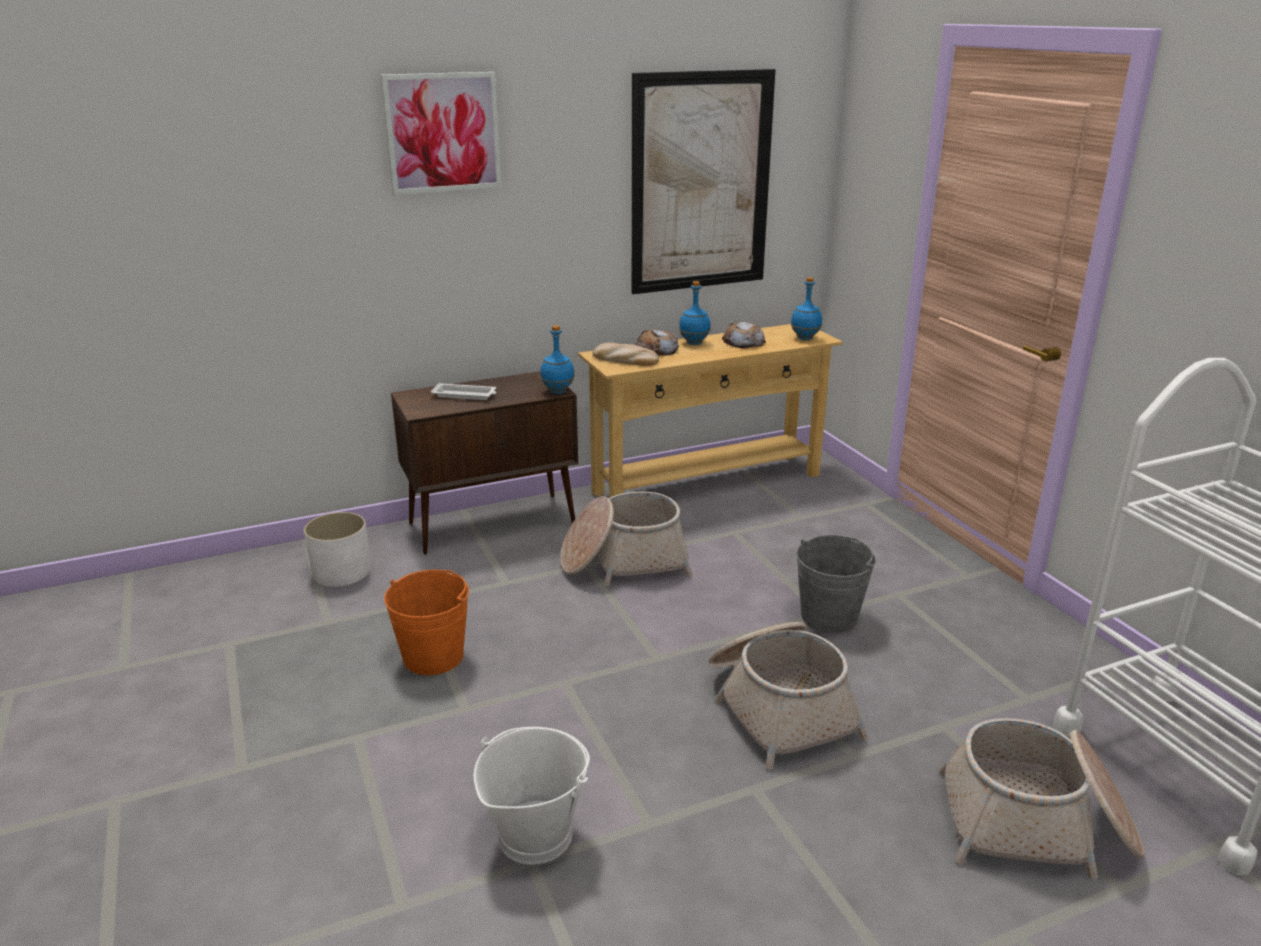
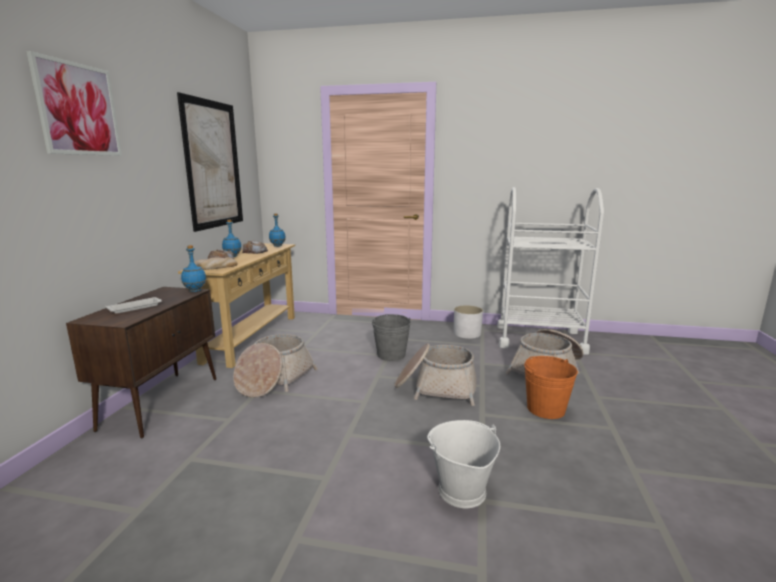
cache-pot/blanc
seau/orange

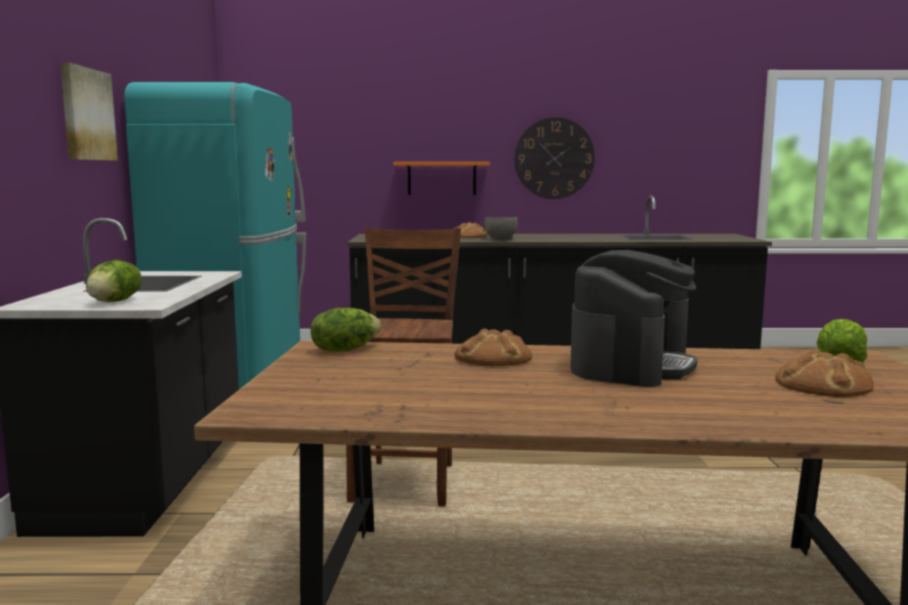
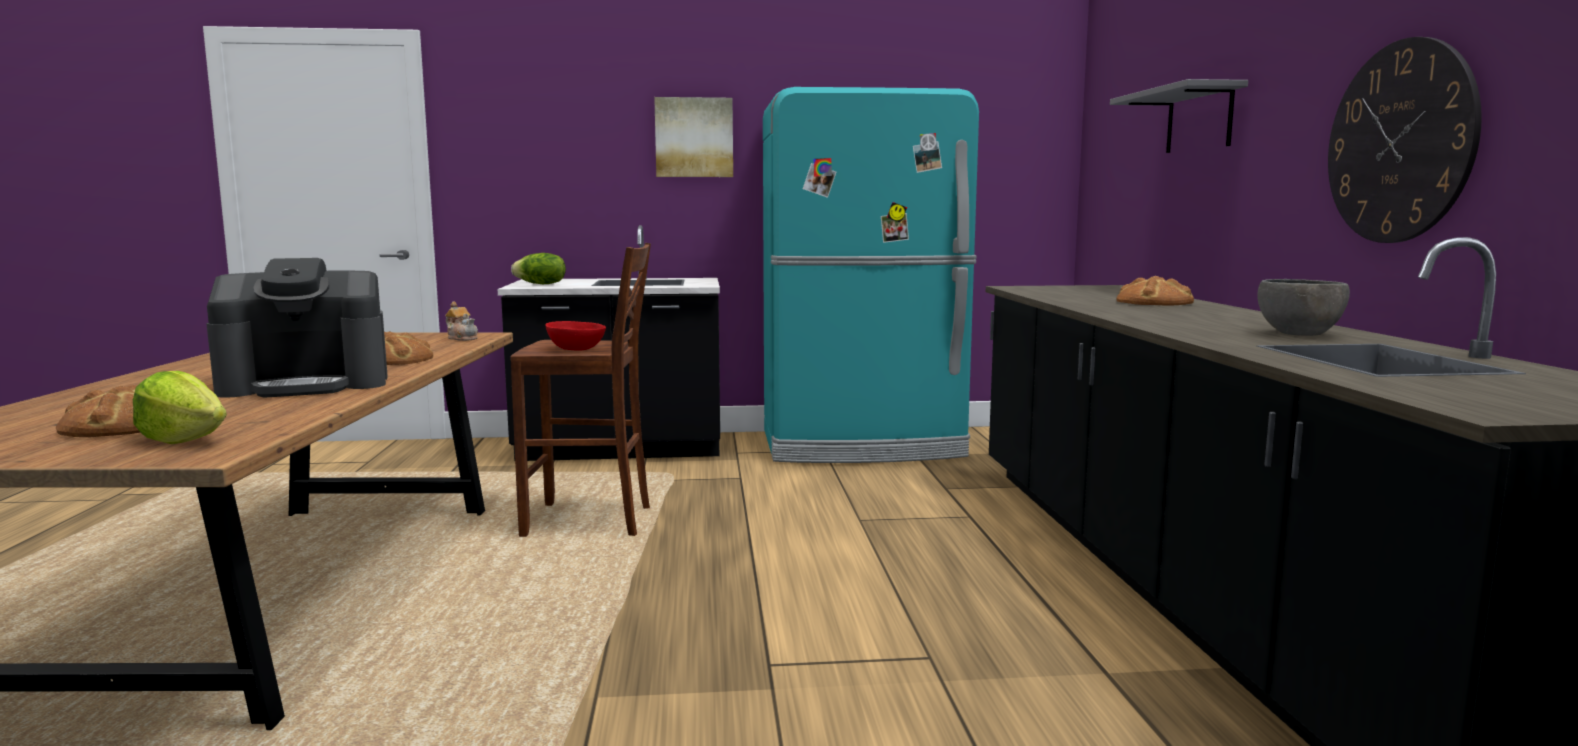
étagère/orange
bol/rouge
étagère/gris
bol/gris
théière
machine à café

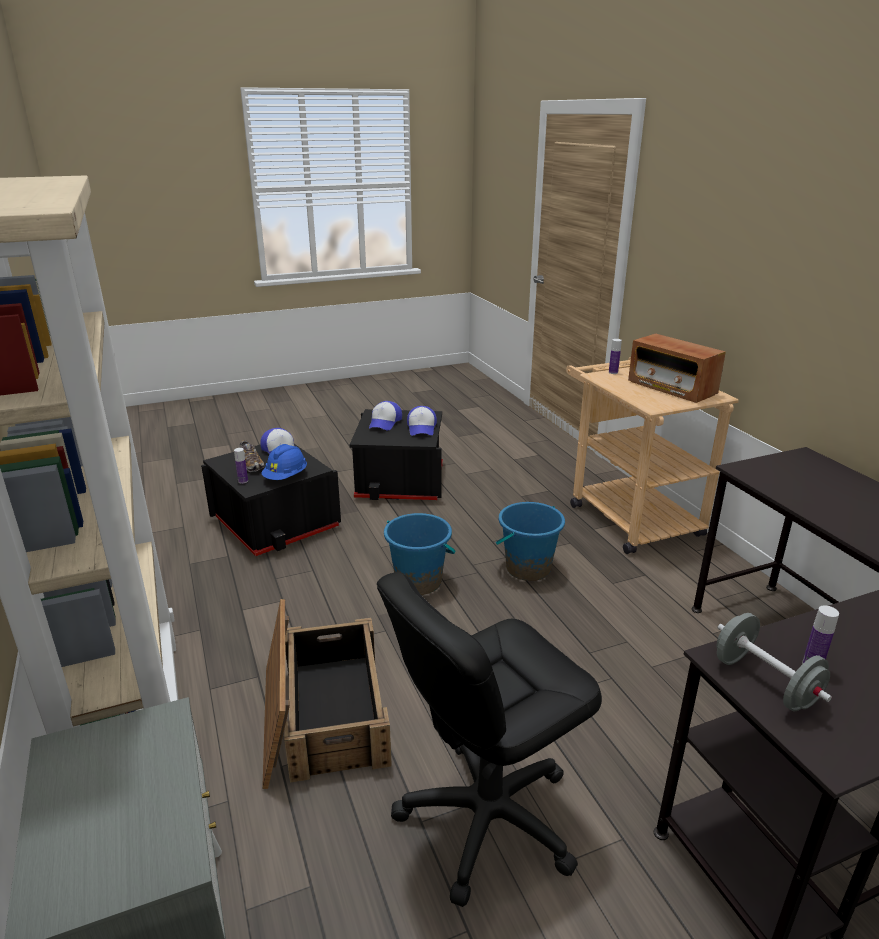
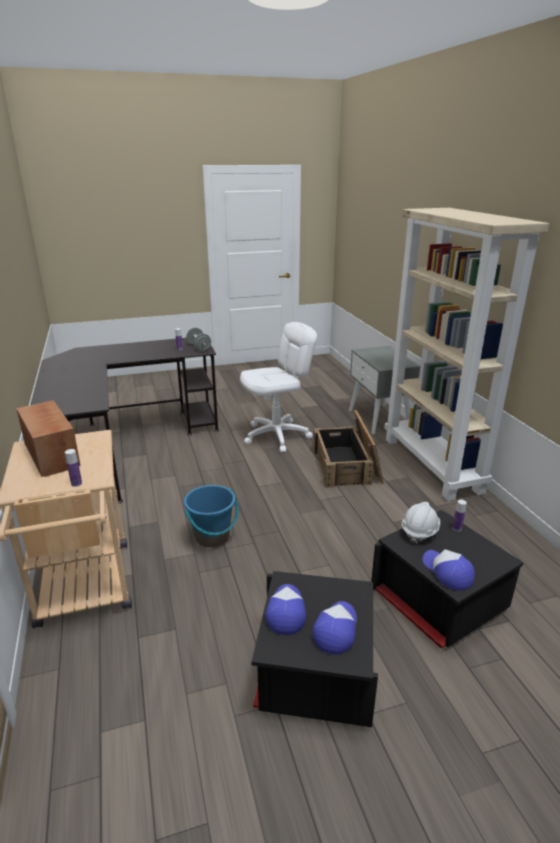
chaussure
seau/bleu (1st from left in the first image)
casque de chantier/blanc
chaise de bureau/blanc

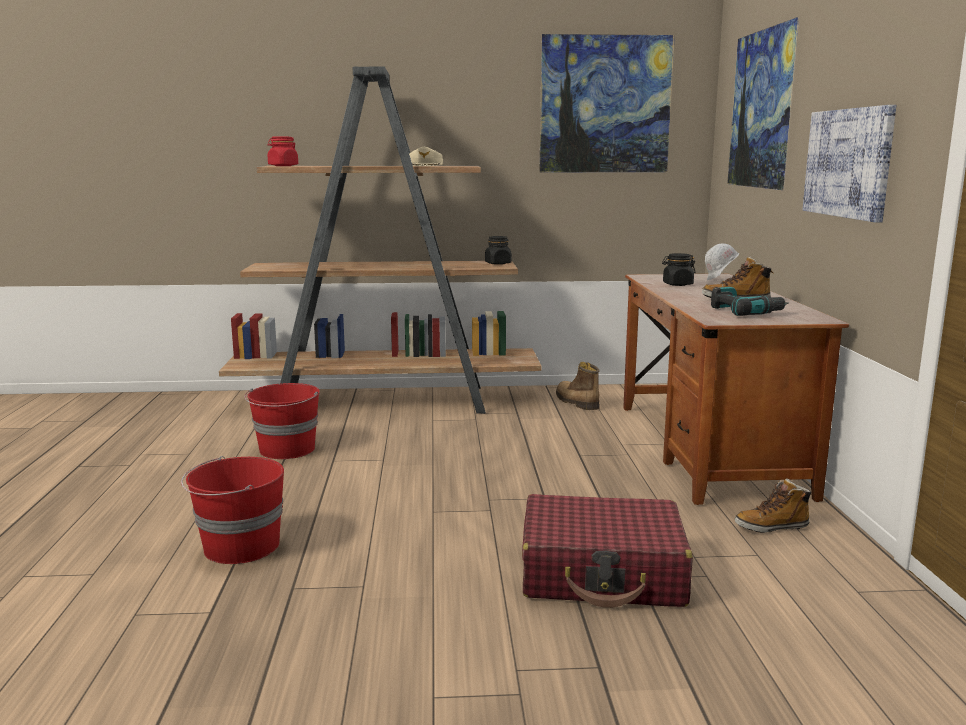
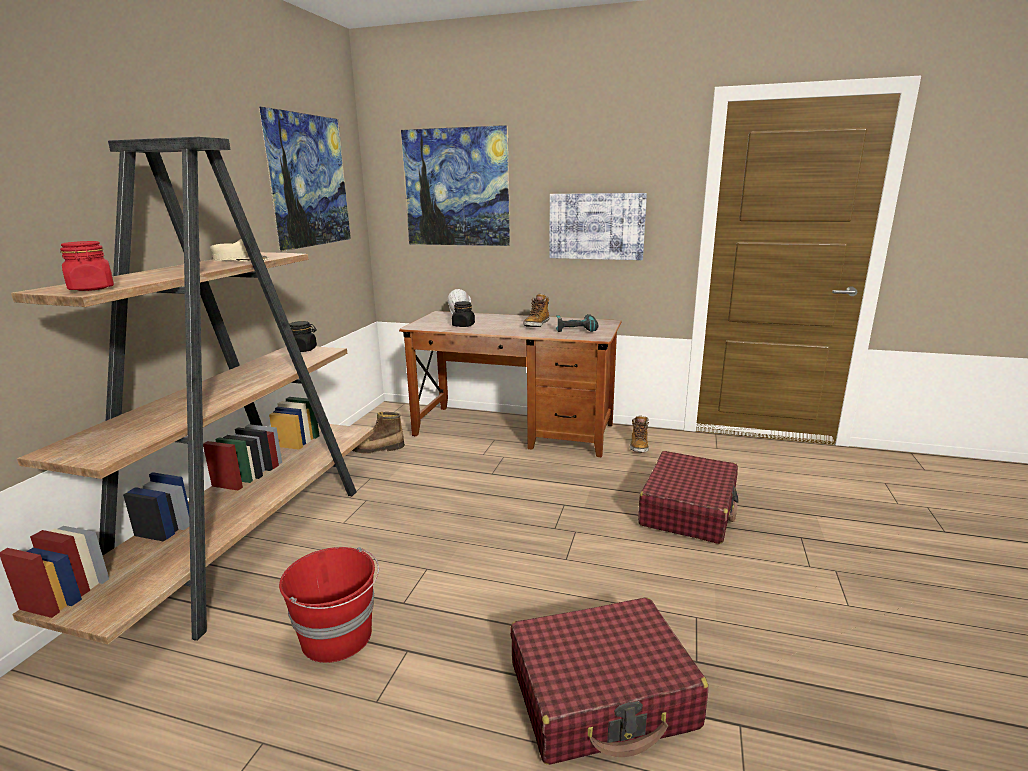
valise/rouge (1st from left)

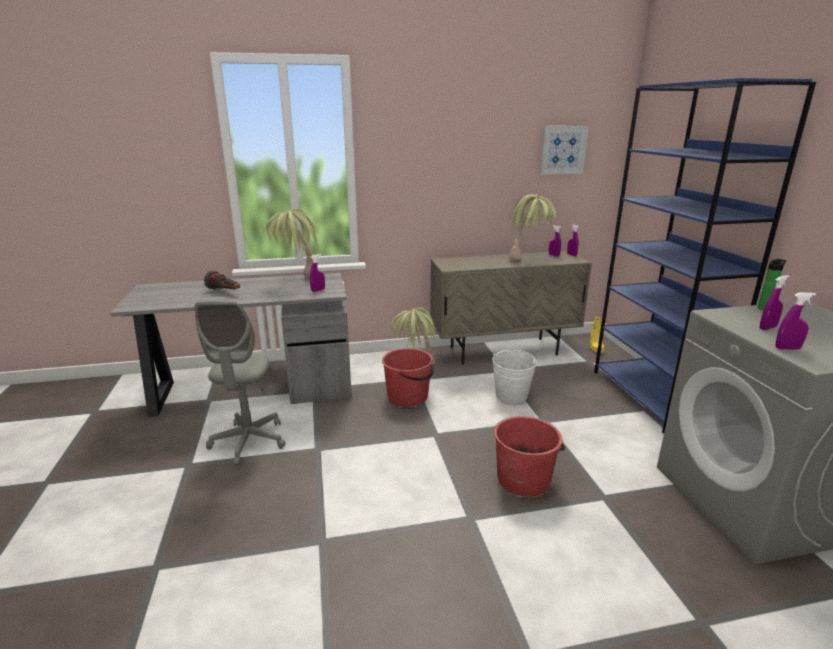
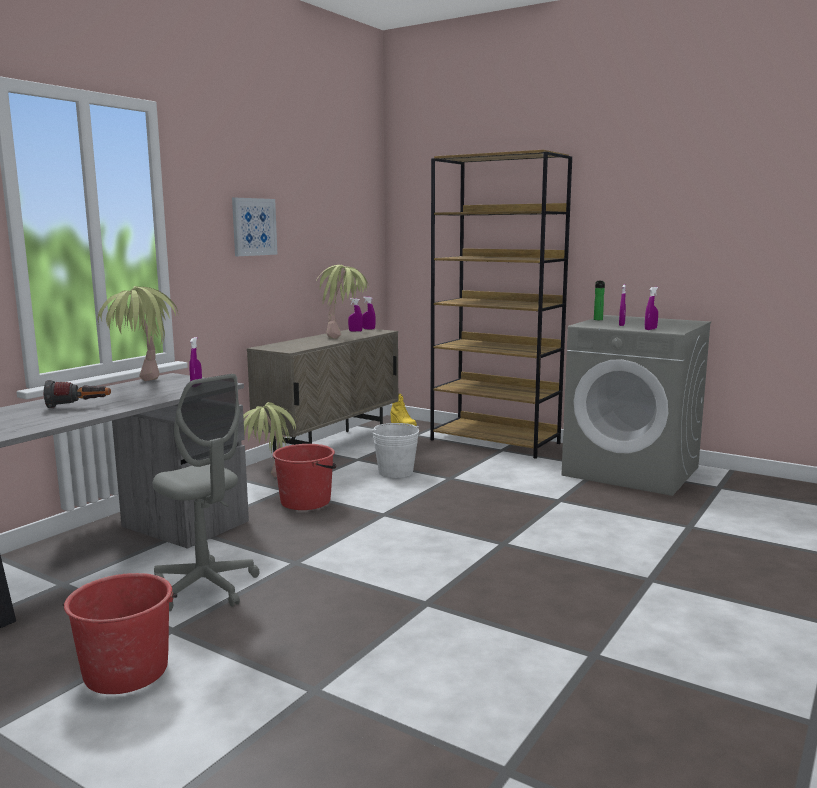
seau/rouge (1st from left)
tableau
bibliothèque/marron

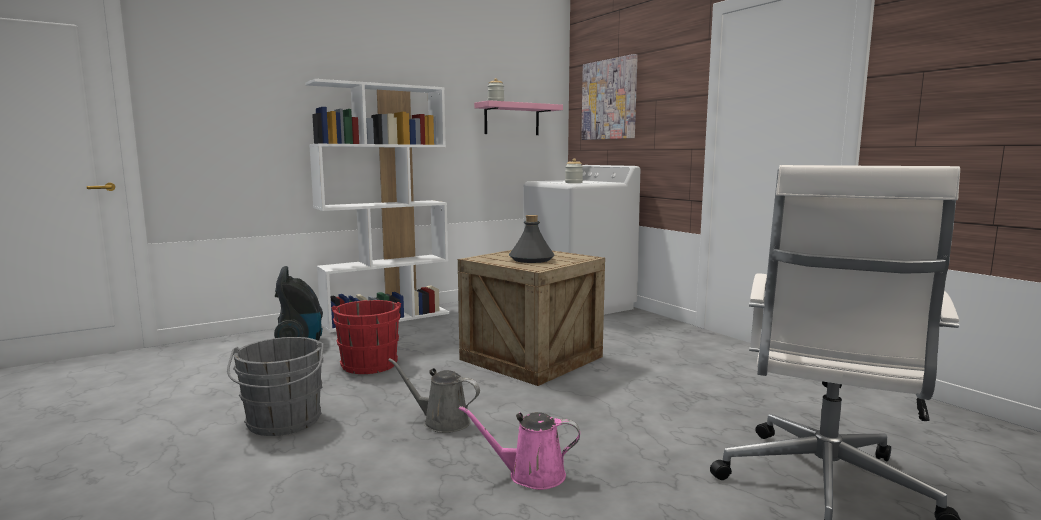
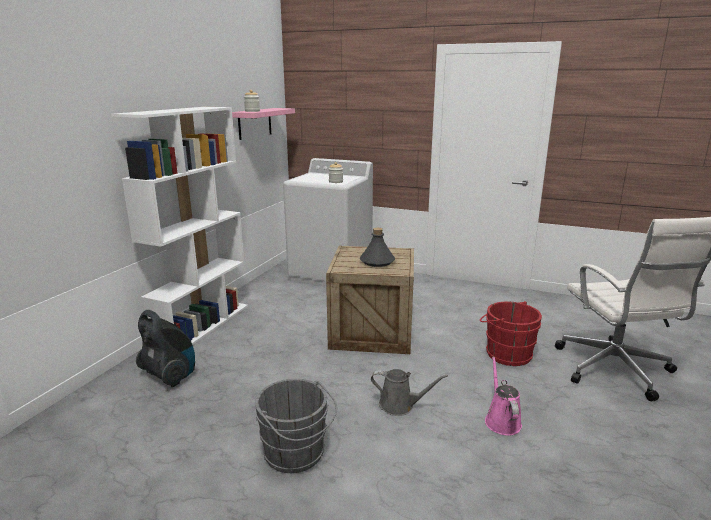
tableau
seau/rouge
arrosoir/gris
arrosoir/rose

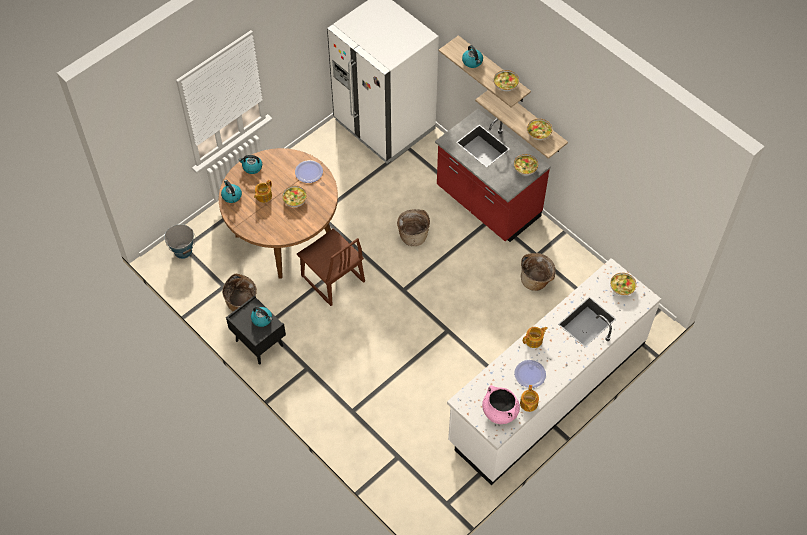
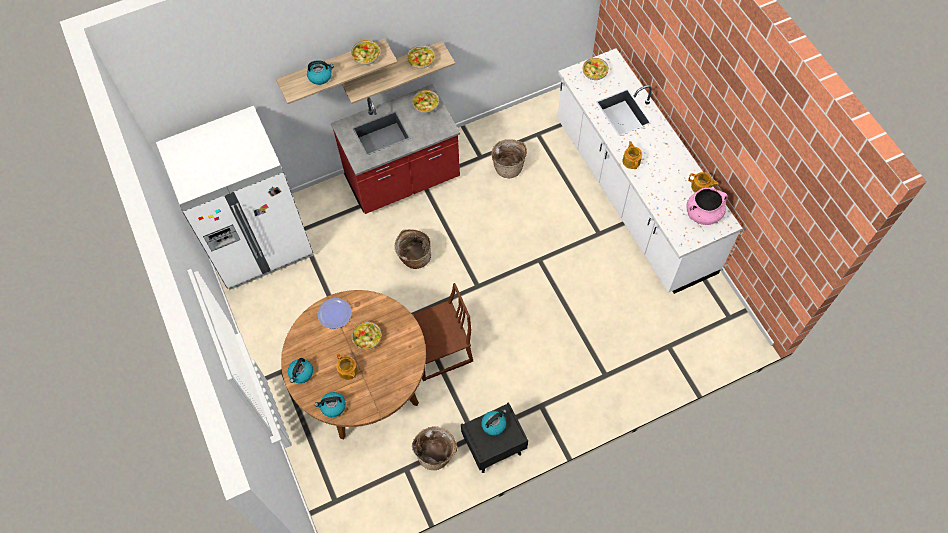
seau
assiette (2nd from left in the first image)

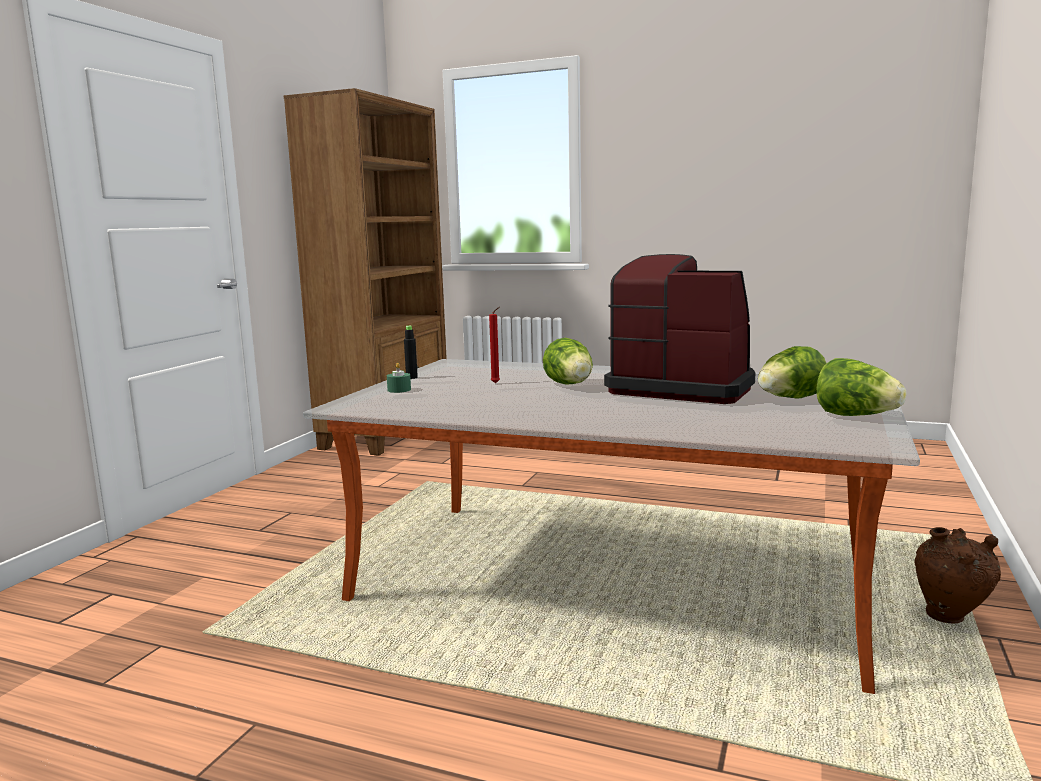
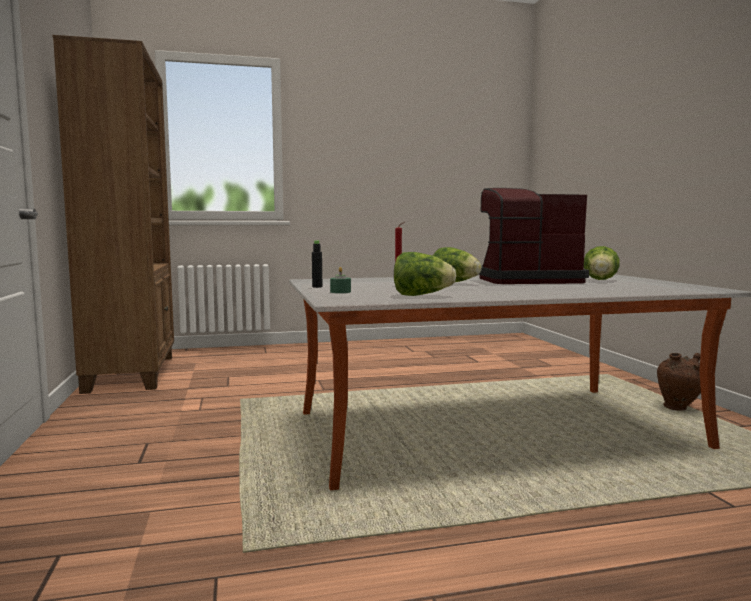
laitue (1st from left)

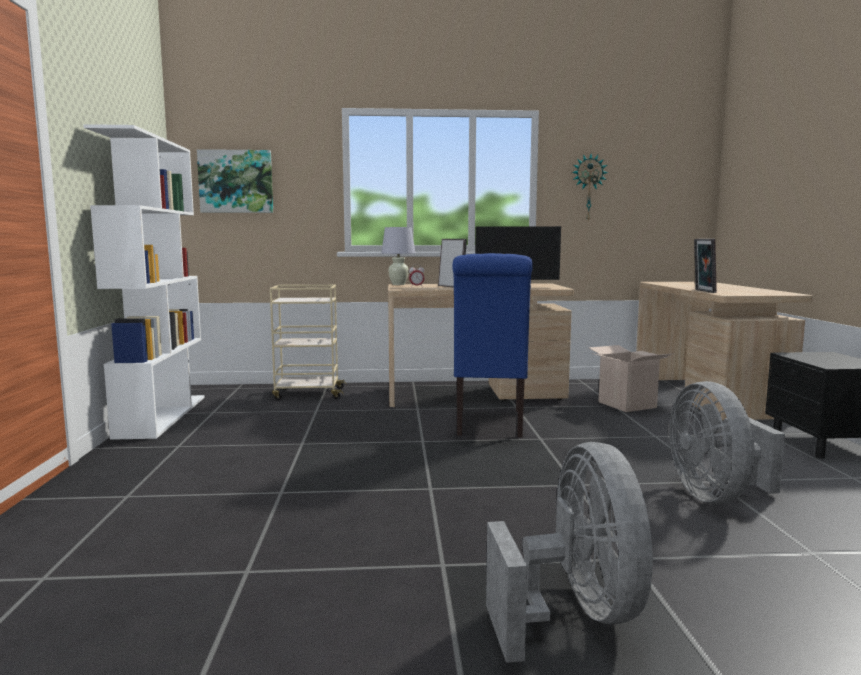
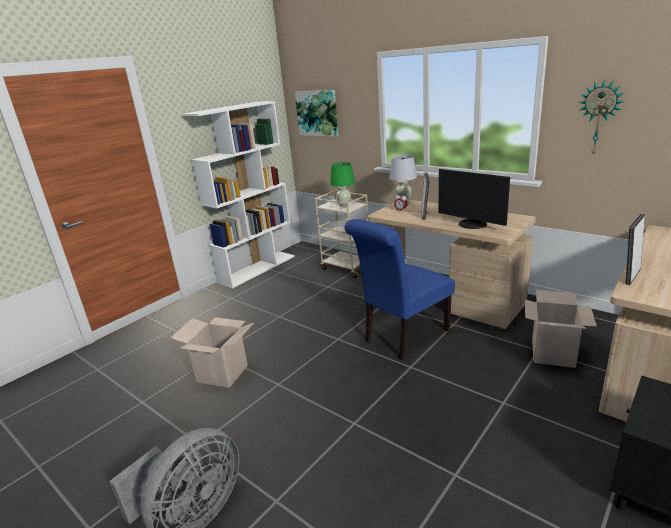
ventilateur/gris (2nd from left in the first image)
carton (1st from left)
lampe de table/vert

